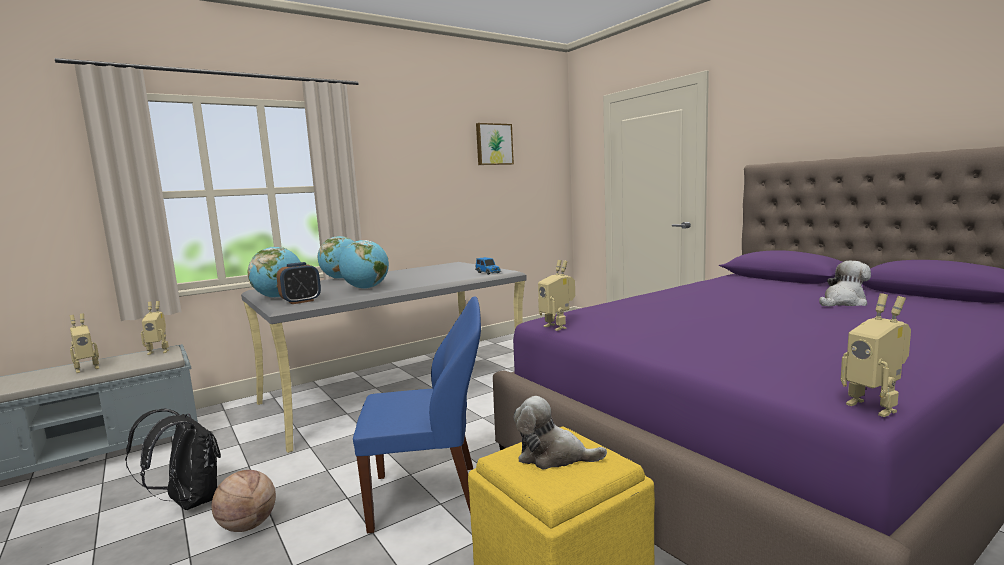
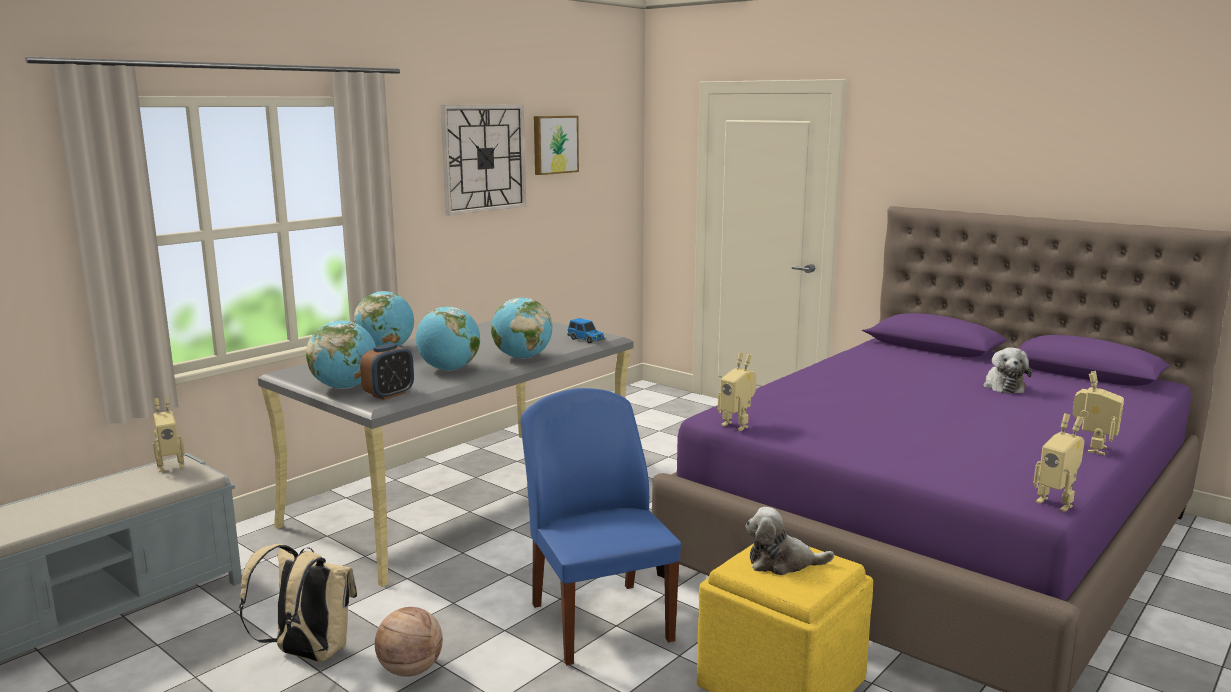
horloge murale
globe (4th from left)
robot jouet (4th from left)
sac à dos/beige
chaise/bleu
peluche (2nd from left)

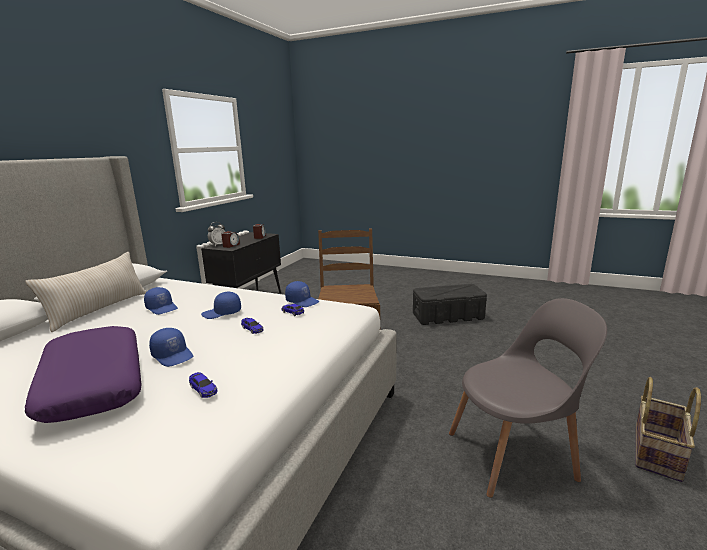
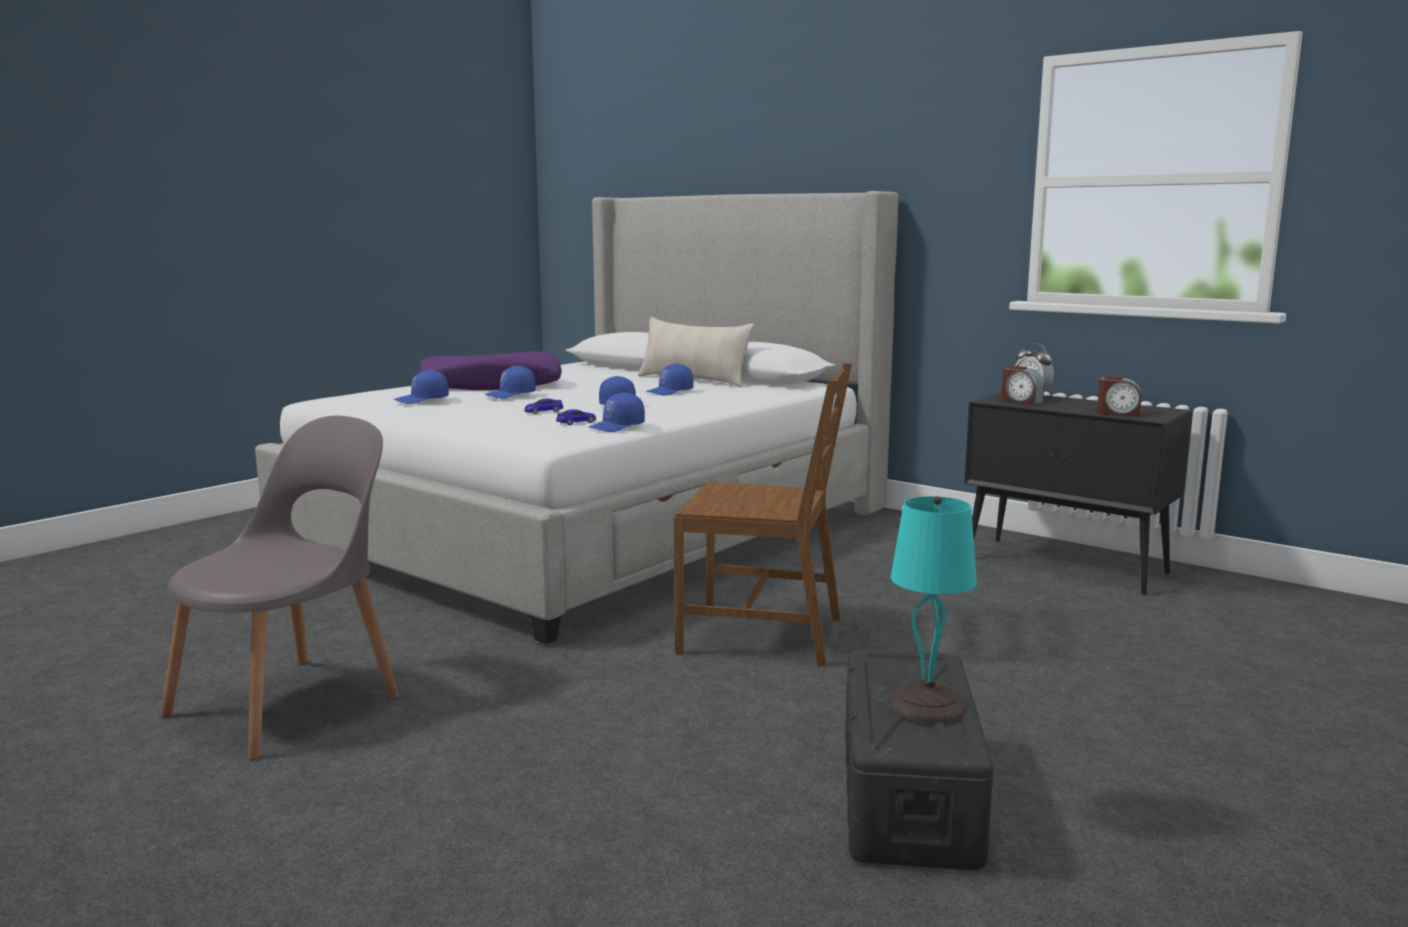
panier
lampe de table/turquoise
casquette/bleu (1st from left)
chaise/gris

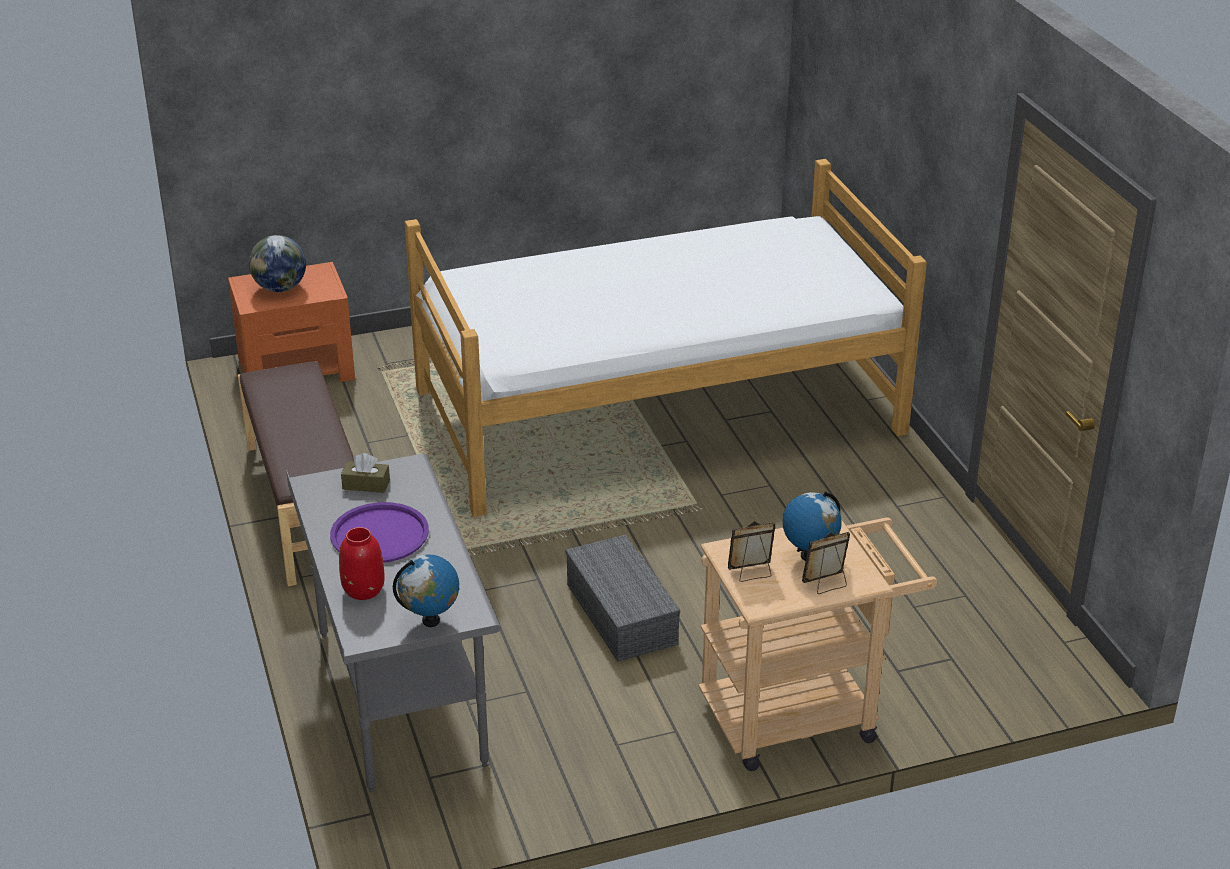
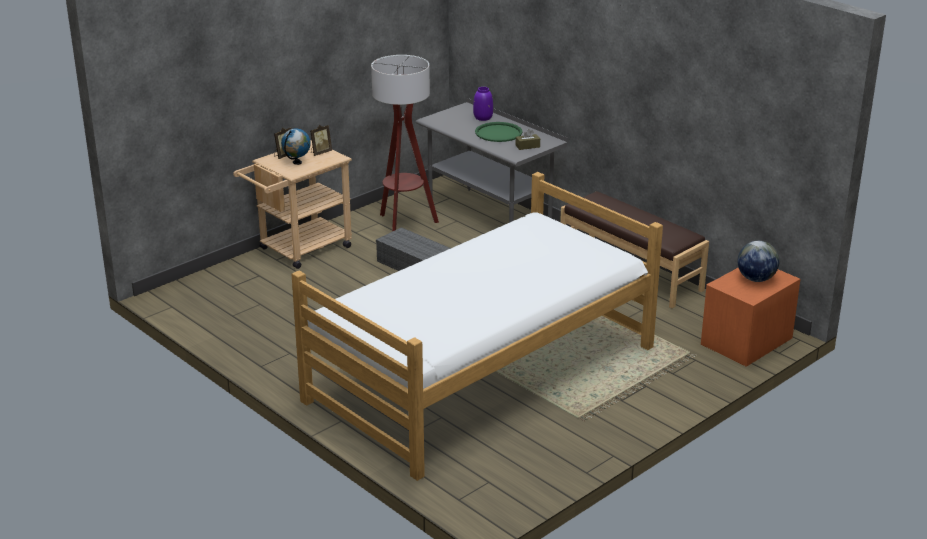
globe (2nd from left in the first image)
lampadaire
plateau/vert
vase/violet

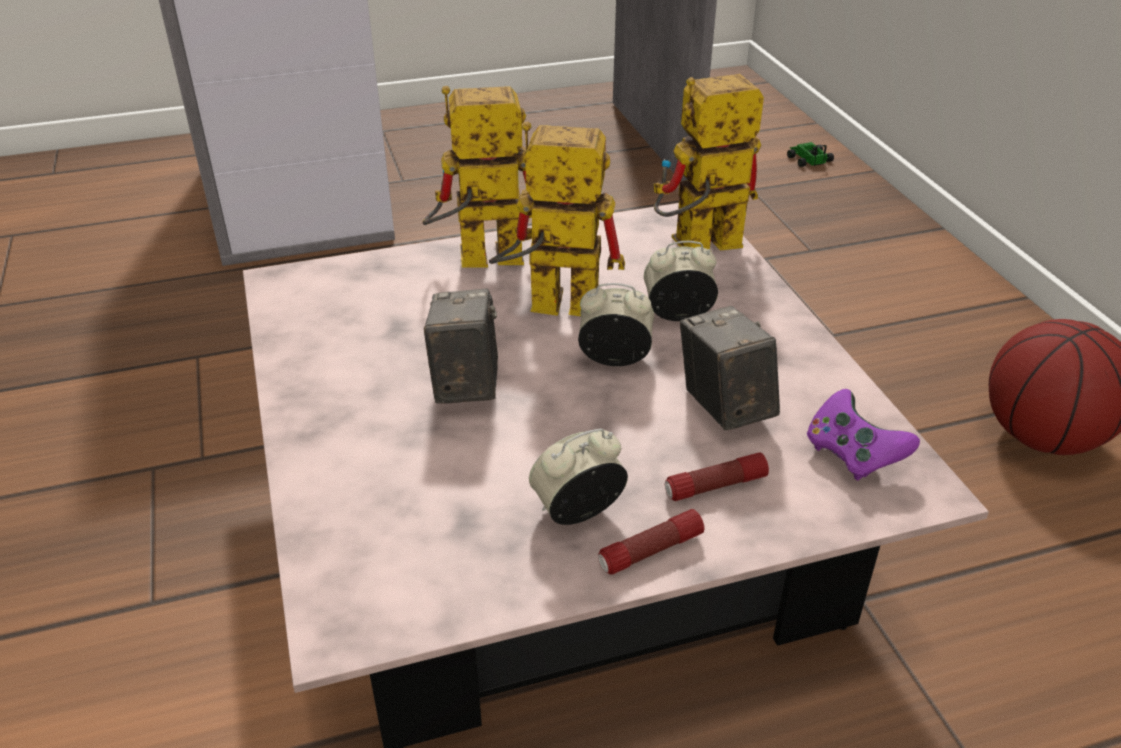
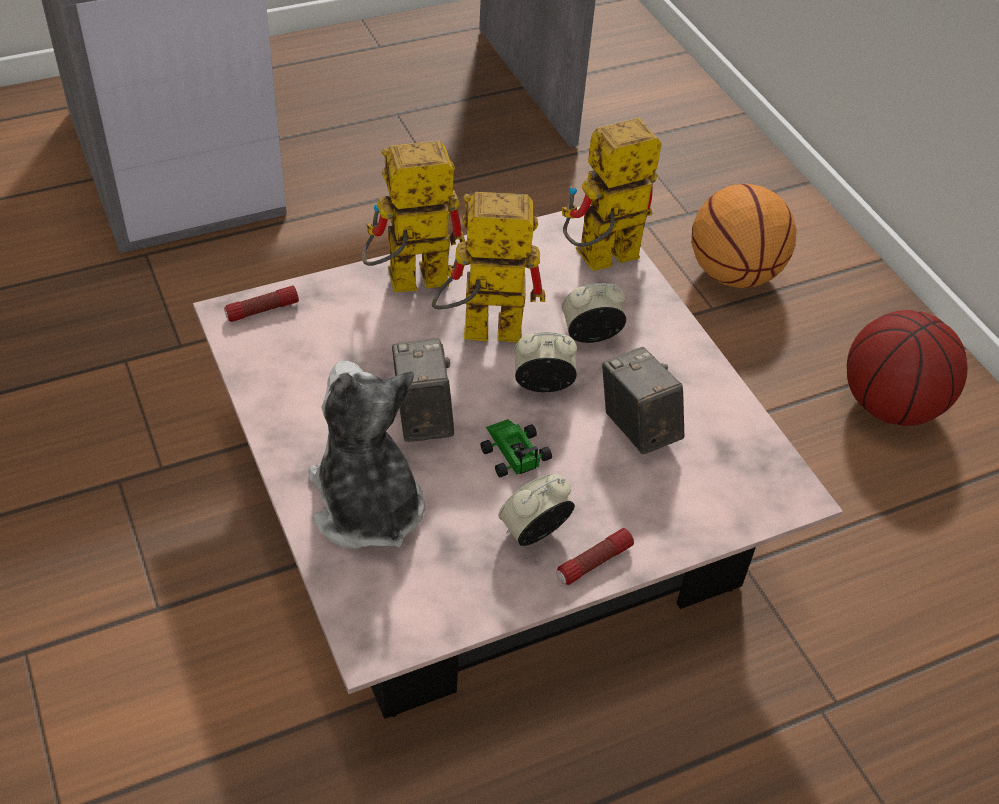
manette/violet
peluche
ballon de basket (1st from left)
lampe de poche (1st from left)
petite voiture

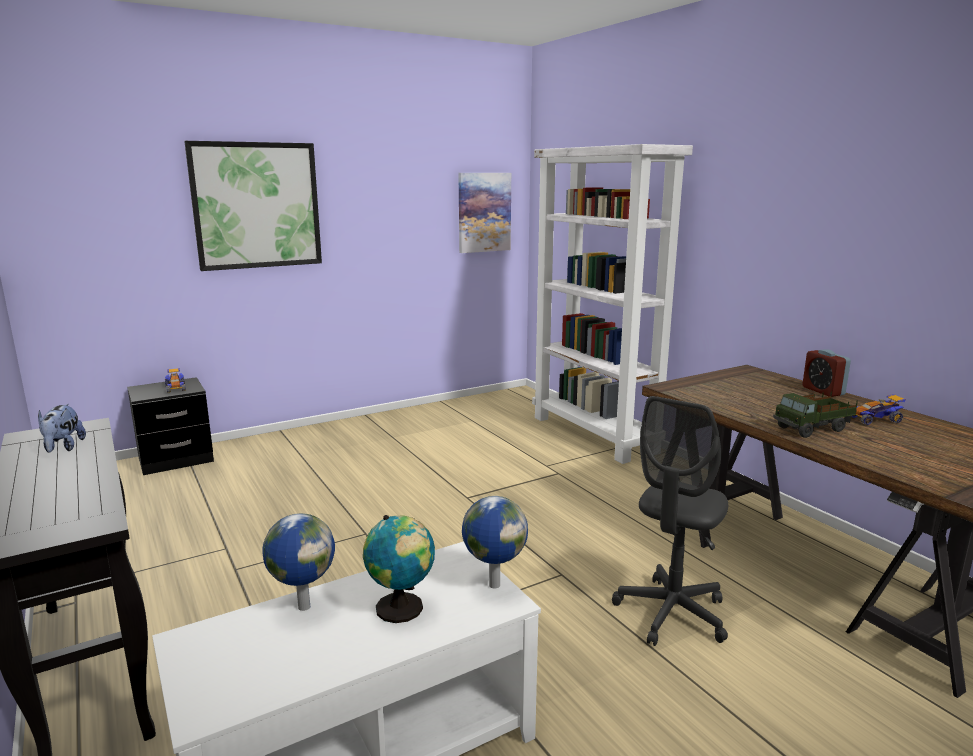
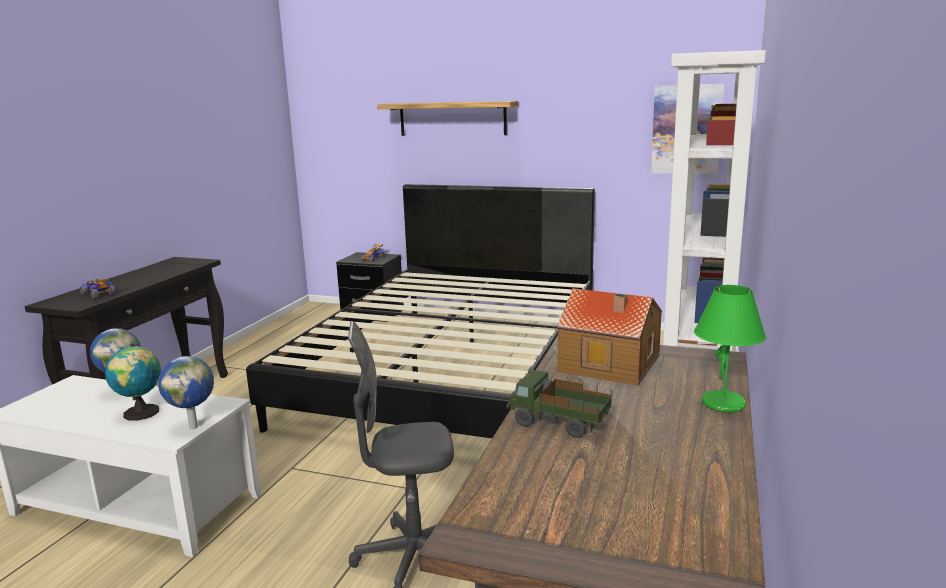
peluche
lit/noir
maison miniature
petite voiture (1st from left)
étagère
lampe de table/vert

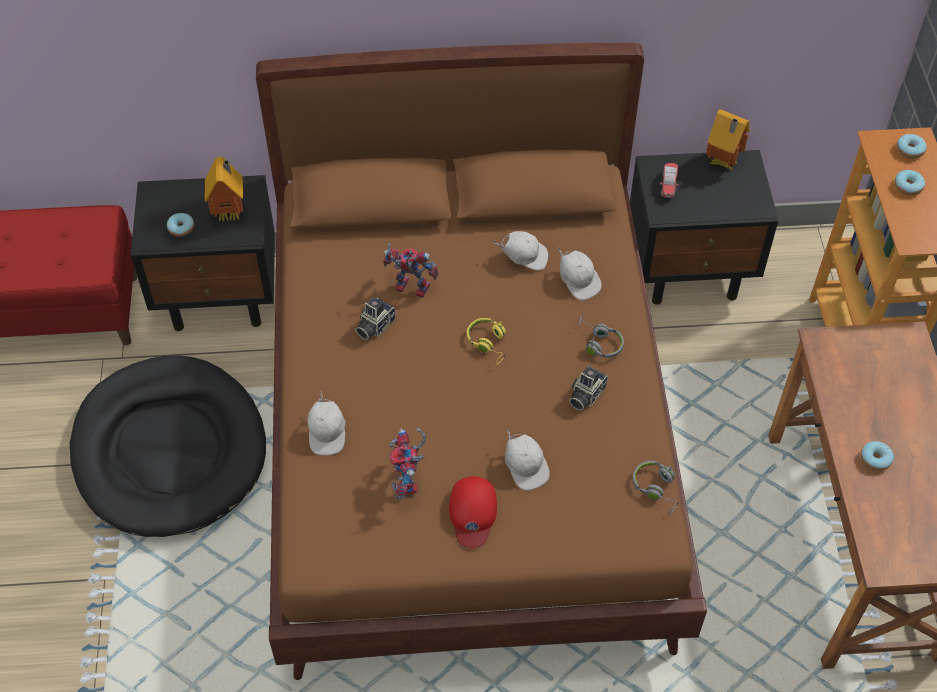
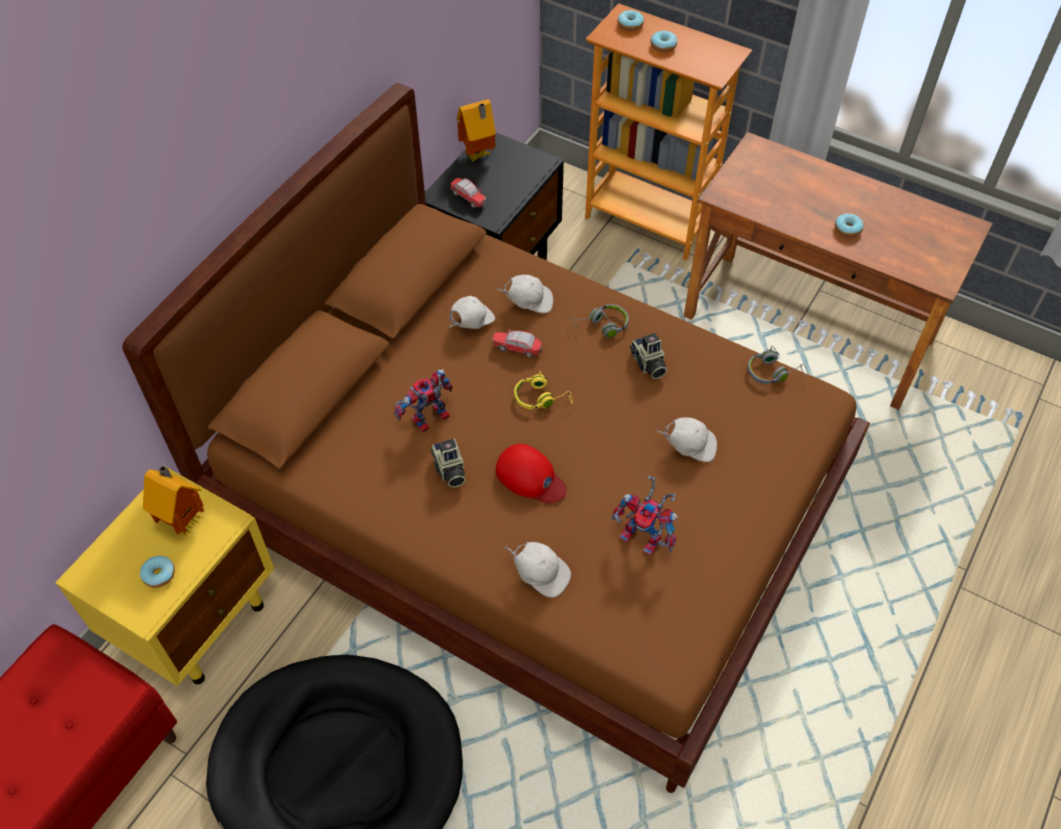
petite voiture (2nd from left)
casquette/rouge
table de chevet/jaune

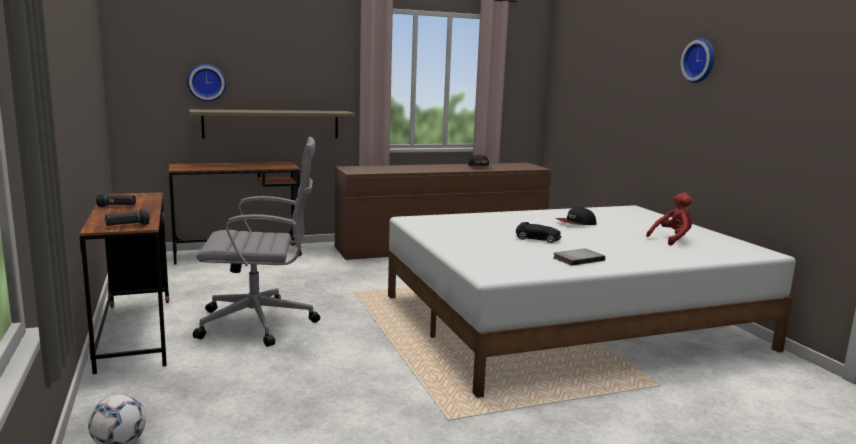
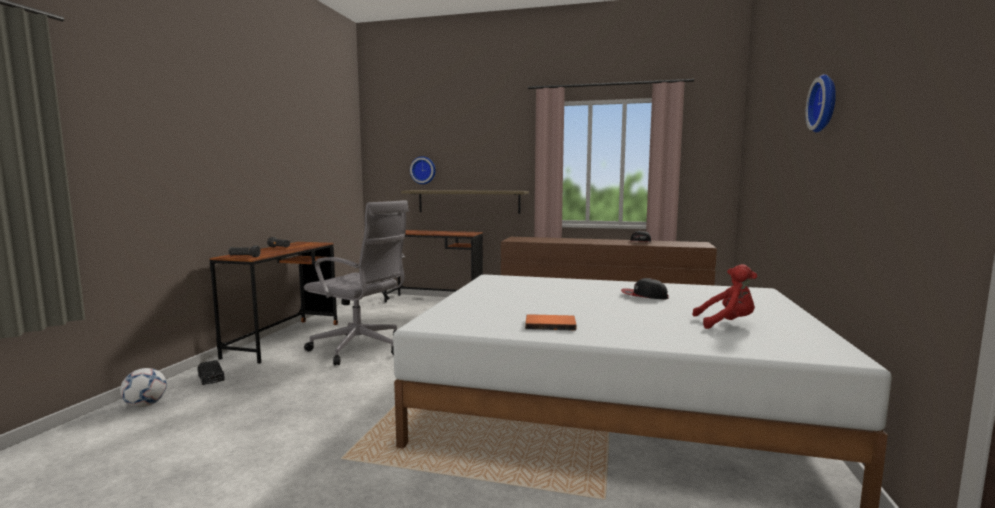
petite voiture/noir
livre/orange

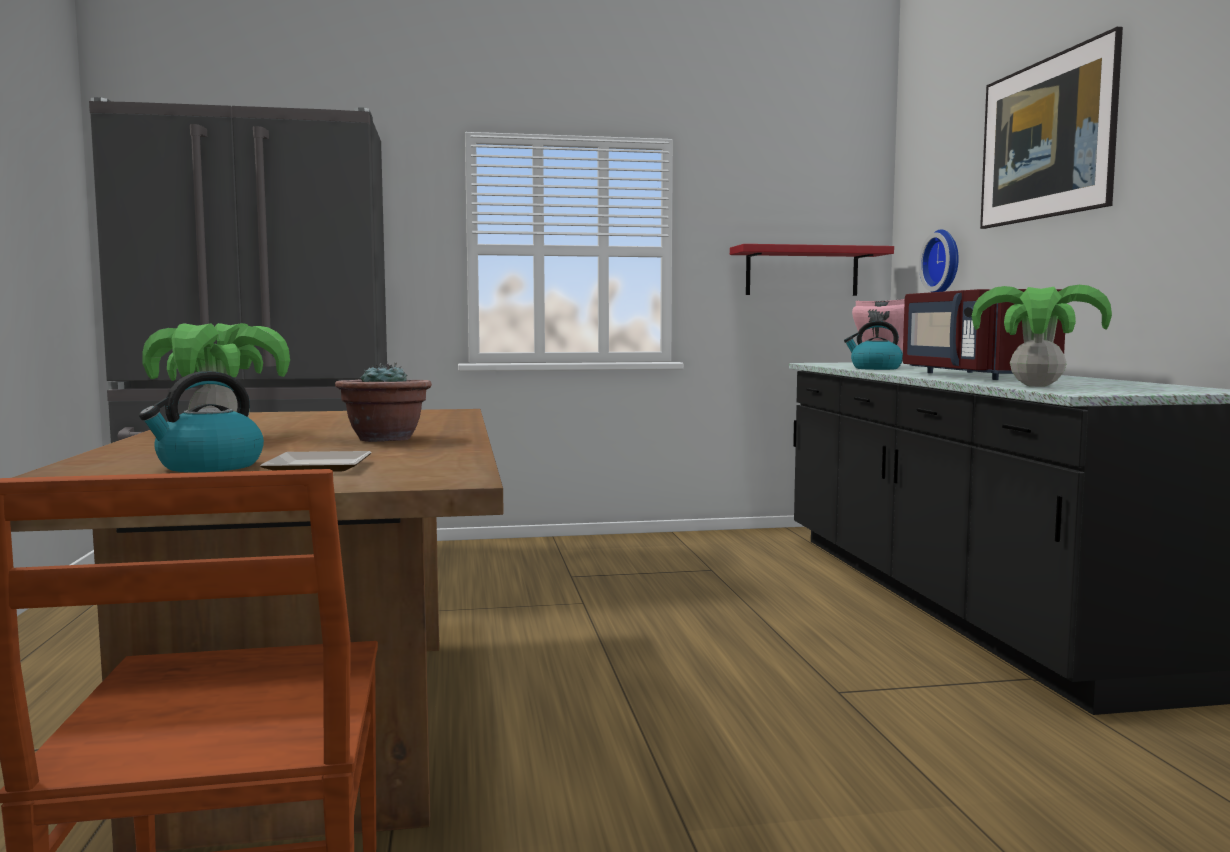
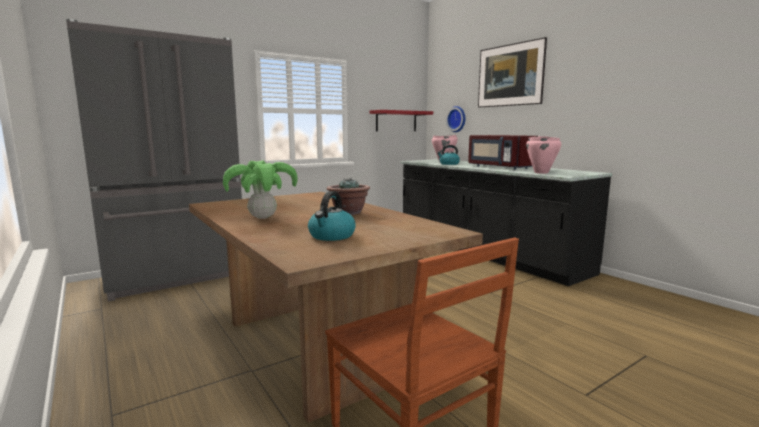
assiette
marmite/rose (2nd from left)

